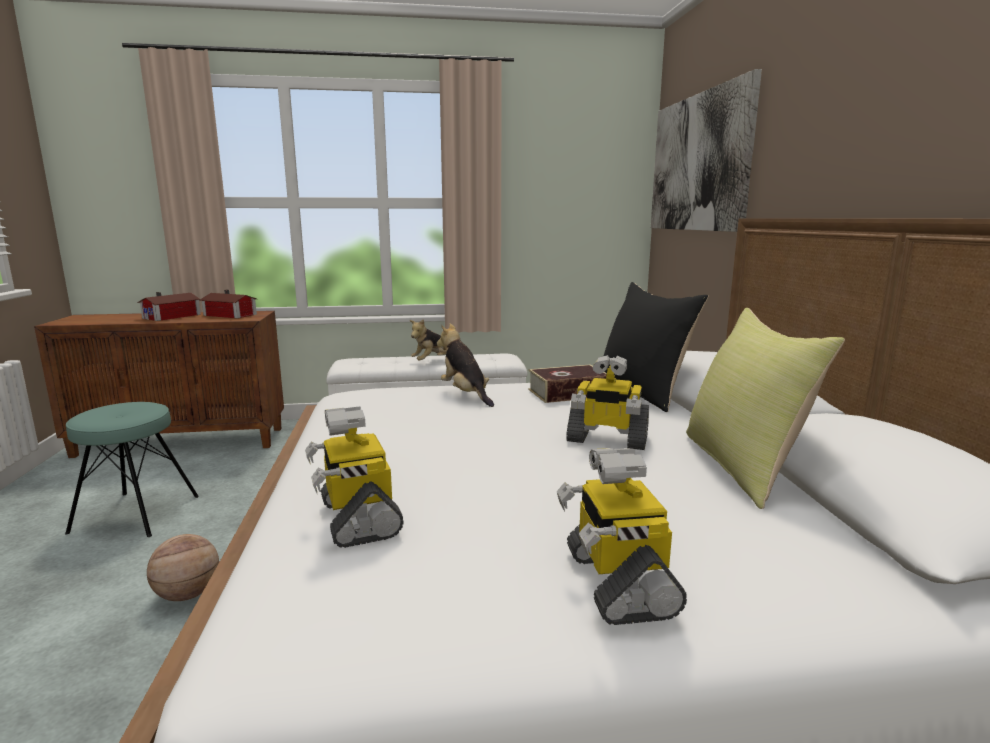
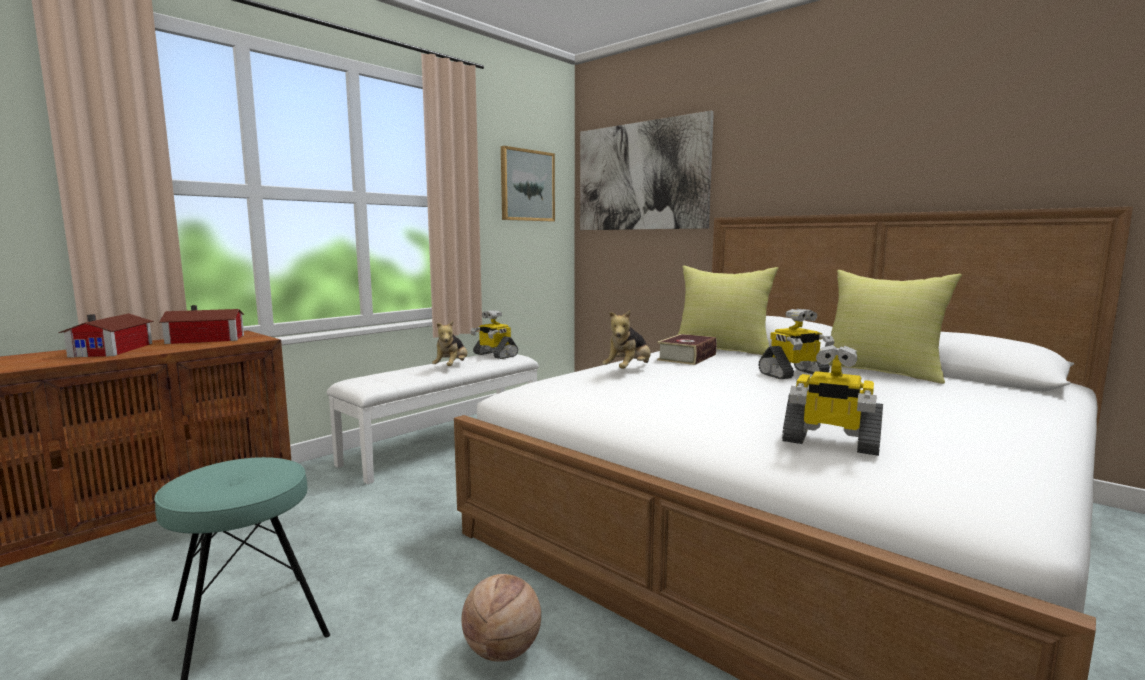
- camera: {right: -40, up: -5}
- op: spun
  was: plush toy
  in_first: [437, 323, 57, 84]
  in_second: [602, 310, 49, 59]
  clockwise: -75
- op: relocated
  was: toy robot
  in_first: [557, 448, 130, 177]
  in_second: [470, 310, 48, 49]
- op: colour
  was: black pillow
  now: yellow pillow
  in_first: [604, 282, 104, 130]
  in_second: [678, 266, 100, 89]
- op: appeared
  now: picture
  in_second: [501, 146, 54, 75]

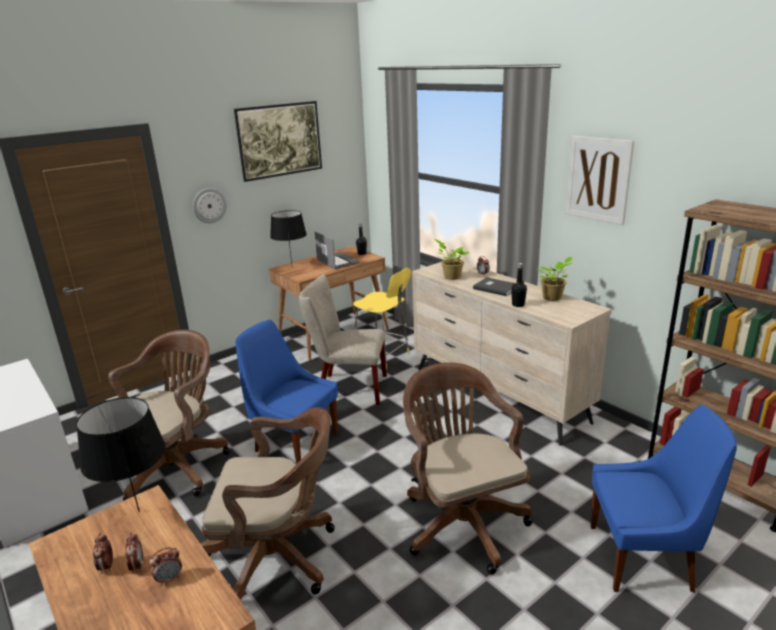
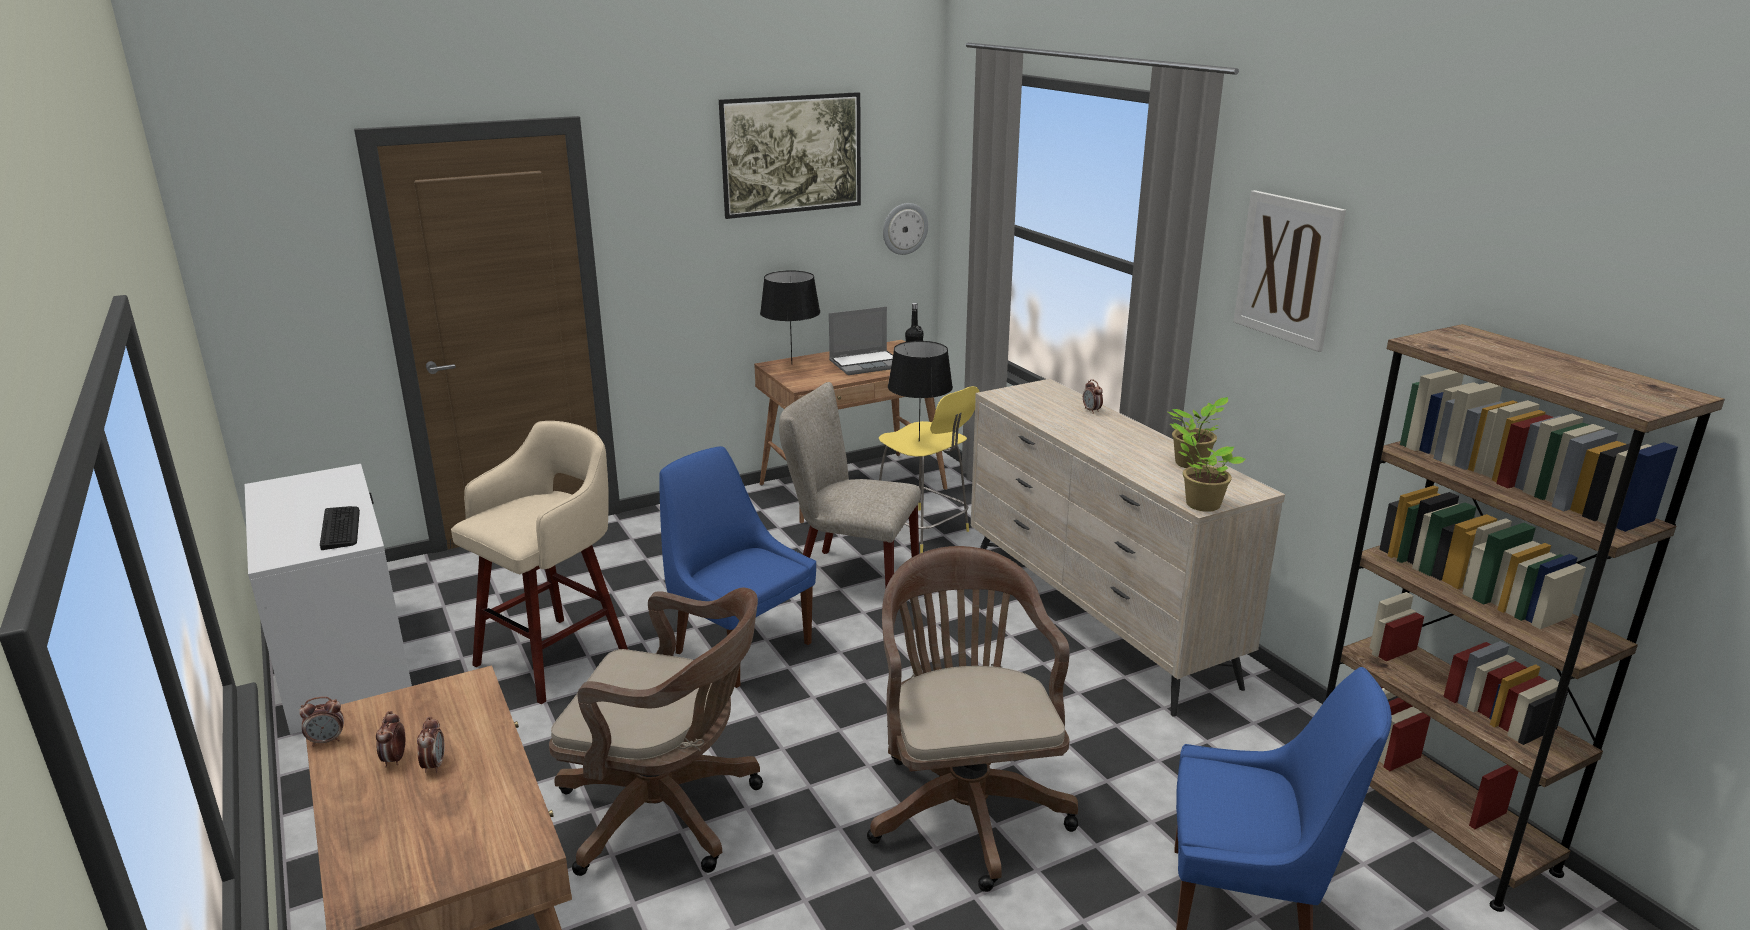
- camera: {right: 10, up: 0}
- op: relocated
  was: black table lamp
  in_first: [76, 397, 90, 115]
  in_second: [888, 341, 65, 101]
- op: exchanged
  was: brown office chair
  now: beige stool
  in_first: [108, 330, 122, 171]
  in_second: [451, 421, 177, 283]
- op: relocated
  was: alarm clock
  in_first: [150, 547, 32, 39]
  in_second: [299, 697, 45, 50]
- op: relocated
  was: wall clock
  in_first: [193, 188, 34, 35]
  in_second: [883, 203, 45, 52]
- op: spun
  was: laptop
  in_first: [315, 232, 44, 37]
  in_second: [829, 306, 64, 69]
  clockwise: 90
- op: relocated
  was: potted plant
  in_first: [434, 239, 35, 41]
  in_second: [1174, 423, 71, 89]
- op: missing
  was: grey book
  in_first: [473, 277, 42, 19]
- op: missing
  was: black bottle
  in_first: [511, 263, 16, 44]
- op: appeared
  now: keyboard
  in_second: [320, 506, 40, 44]

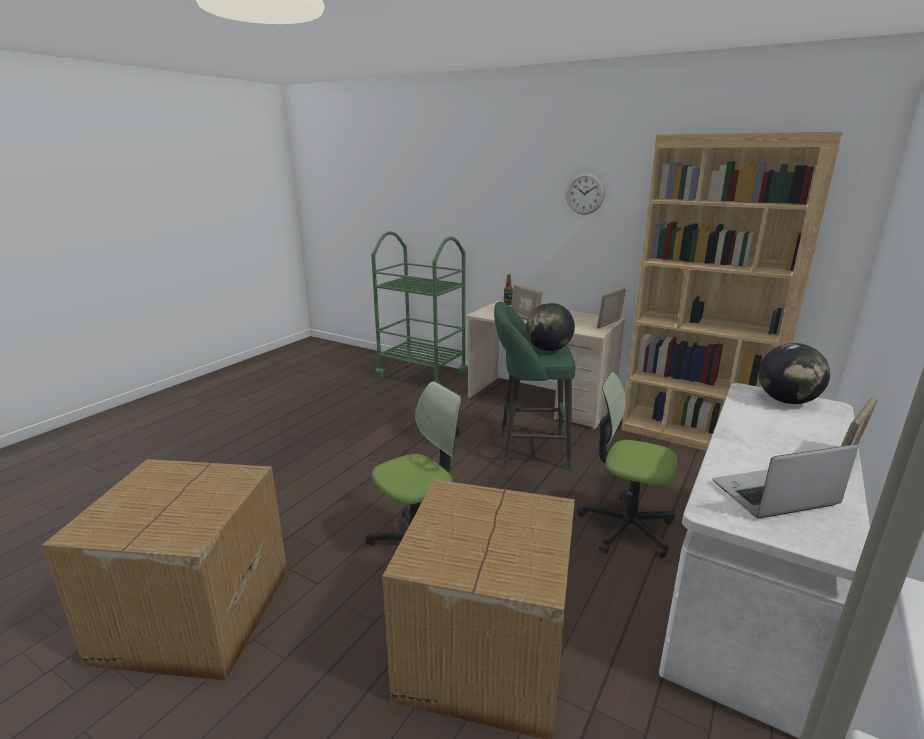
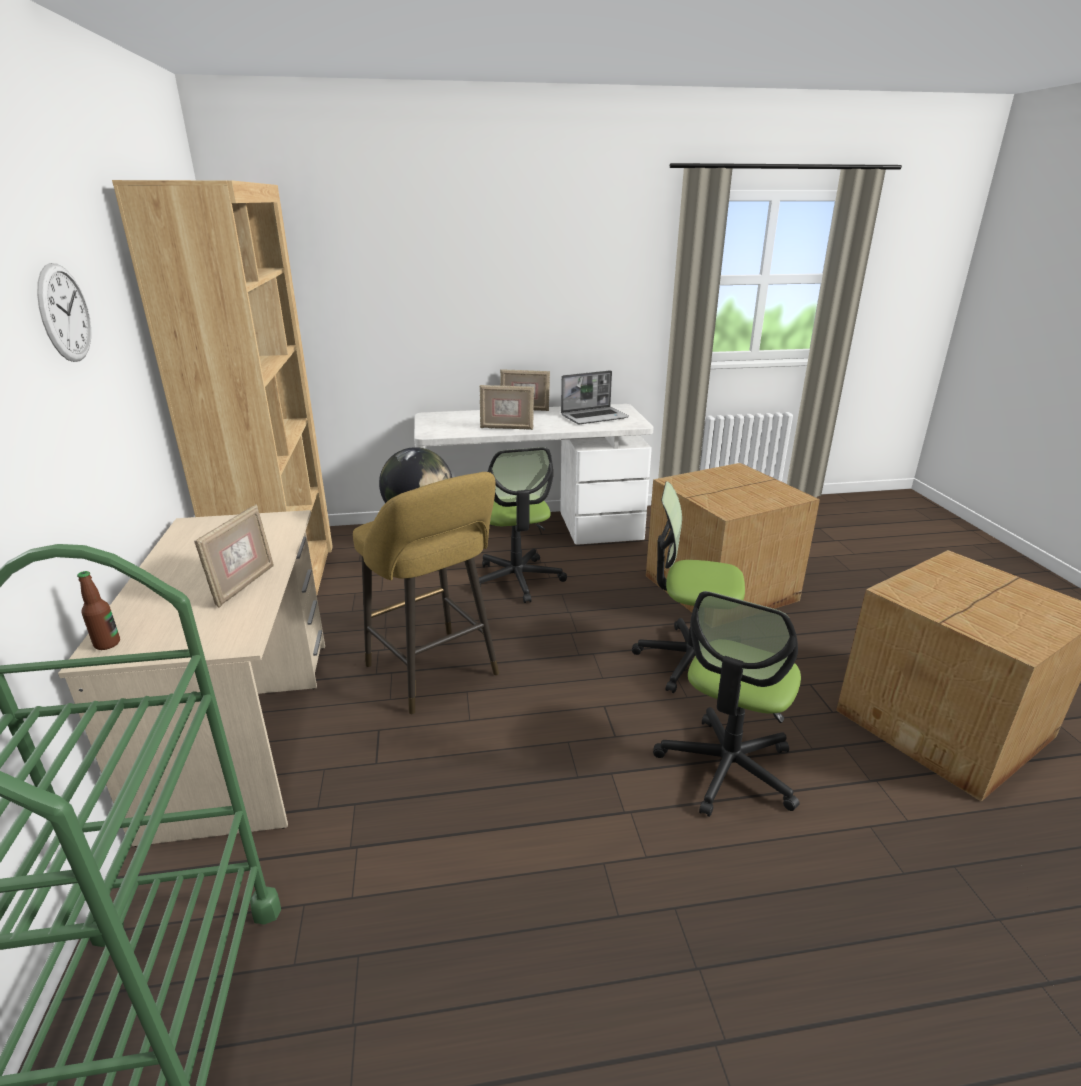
- camera: {right: -130, up: 5}
- op: colour
  was: green stool
  now: yellow stool
  in_first: [494, 301, 81, 168]
  in_second: [353, 472, 146, 242]
- op: relocated
  was: picture frame
  in_first: [597, 288, 29, 40]
  in_second: [480, 385, 54, 45]
- op: spun
  was: laptop
  in_first: [712, 444, 146, 74]
  in_second: [561, 370, 68, 54]
  clockwise: -60
- op: missing
  was: globe
  in_first: [759, 343, 71, 61]
- op: appeared
  now: office chair
  in_second: [653, 591, 148, 226]

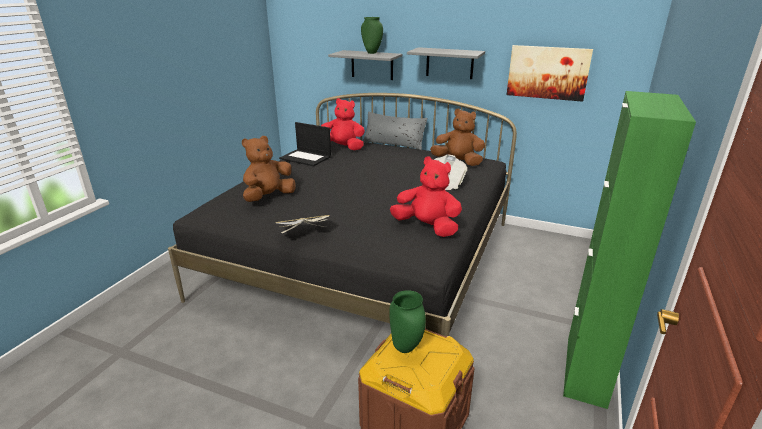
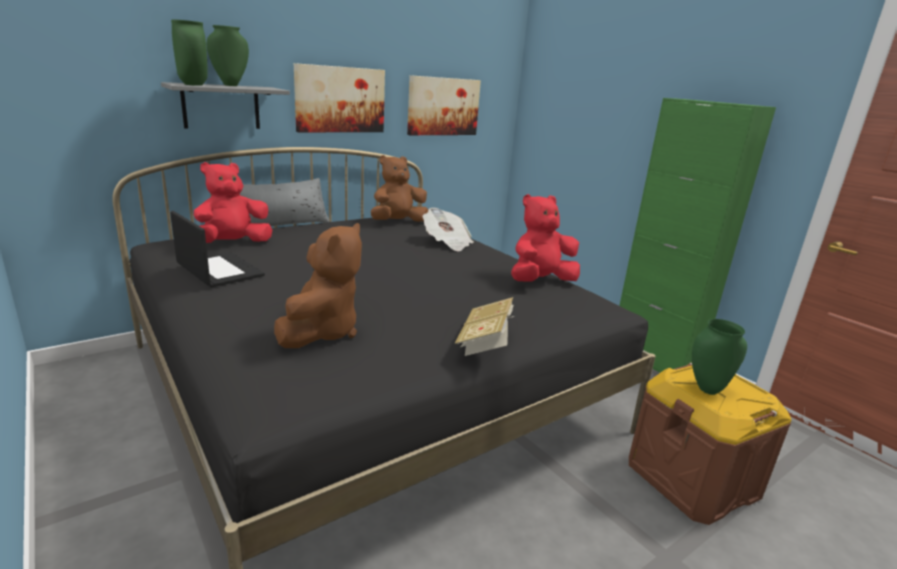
- camera: {right: -60, up: -5}
- op: spun
  was: brown plush toy
  in_first: [242, 136, 54, 66]
  in_second: [274, 223, 88, 125]
  clockwise: -150
- op: spun
  was: laptop
  in_first: [279, 122, 52, 44]
  in_second: [170, 211, 95, 77]
  clockwise: -105
- op: exchanged
  was: grey shelf
  now: picture
  in_first: [407, 47, 78, 32]
  in_second: [294, 63, 91, 69]
- op: appeared
  now: green vase
  in_second: [171, 19, 37, 67]

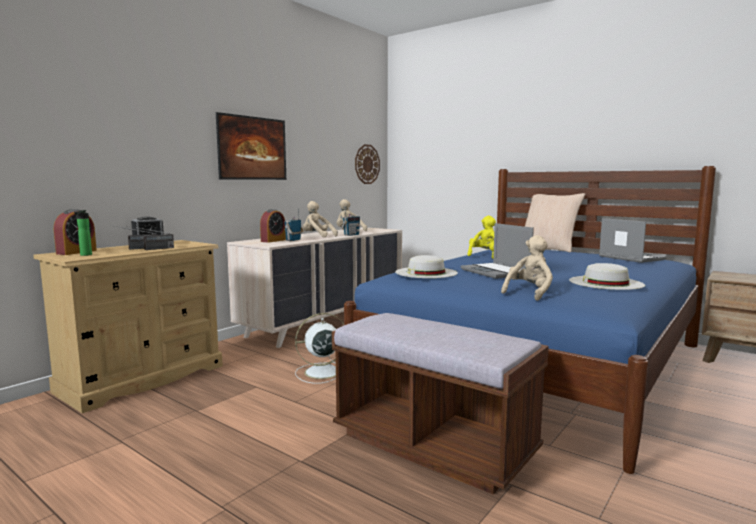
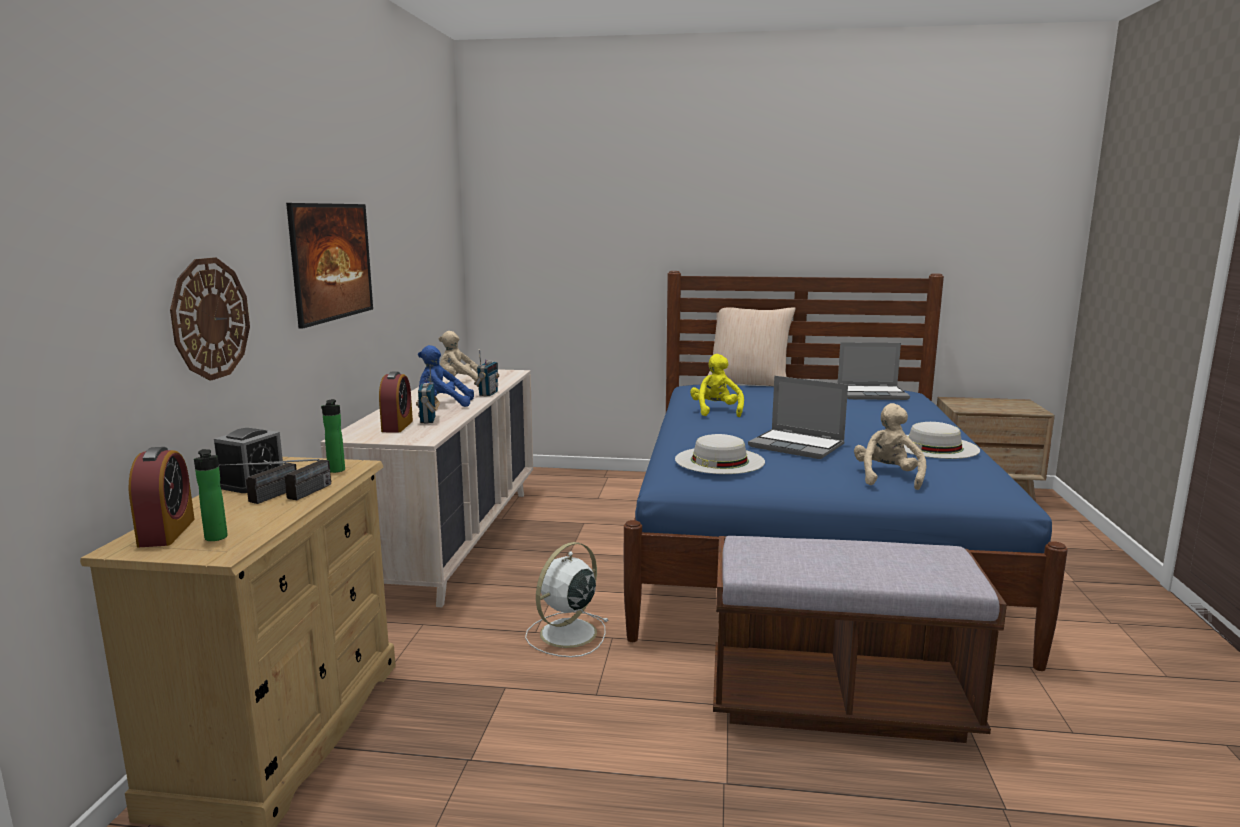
- camera: {right: -30, up: 5}
- op: colour
  was: beige plush toy
  now: blue plush toy
  in_first: [303, 201, 35, 36]
  in_second: [418, 345, 56, 62]
- op: relocated
  was: wall clock
  in_first: [355, 144, 25, 40]
  in_second: [170, 257, 80, 124]
- op: spun
  was: laptop
  in_first: [599, 218, 67, 45]
  in_second: [838, 342, 72, 58]
  clockwise: 150
- op: appeared
  now: bottle
  in_second: [321, 399, 24, 74]

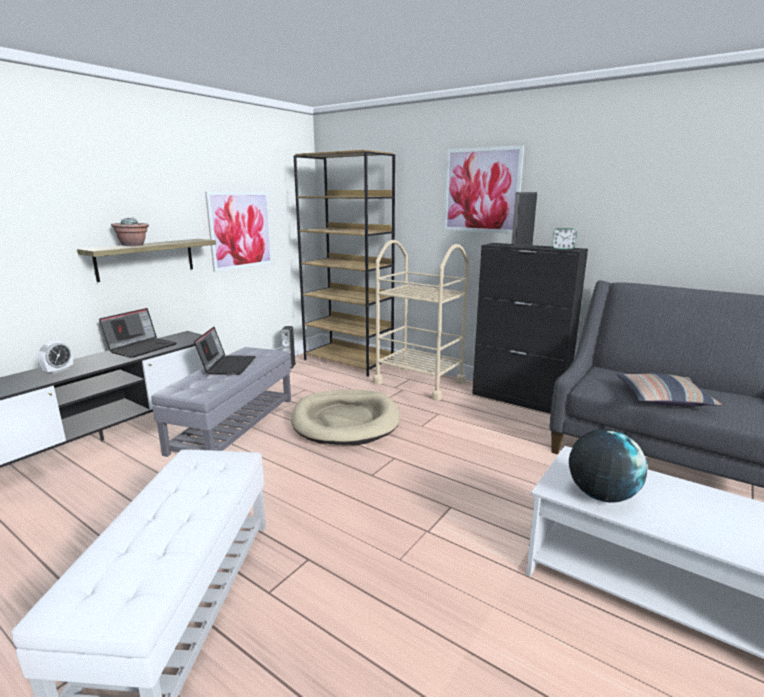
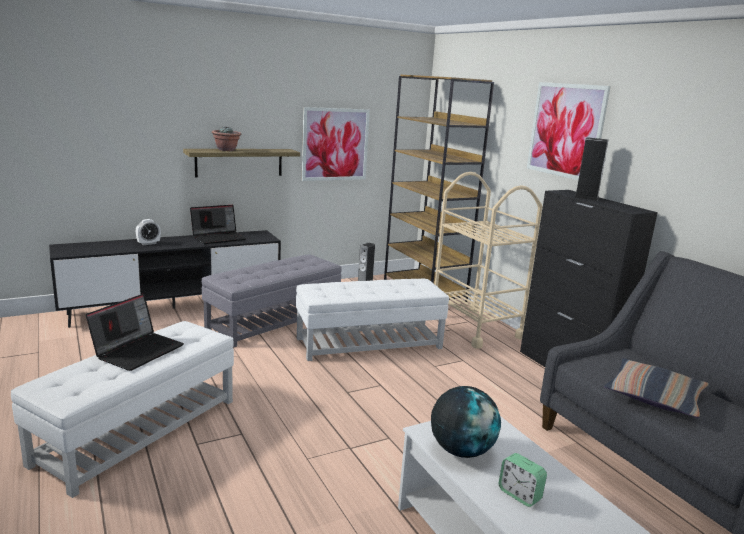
- camera: {right: 25, up: 0}
- op: relocated
  was: laptop
  in_first: [194, 327, 62, 48]
  in_second: [85, 294, 99, 77]
- op: exchanged
  was: beige dog bed
  now: white ottoman
  in_first: [291, 389, 109, 56]
  in_second: [296, 279, 153, 82]
- op: relocated
  was: alarm clock
  in_first: [553, 228, 24, 21]
  in_second: [498, 453, 49, 54]

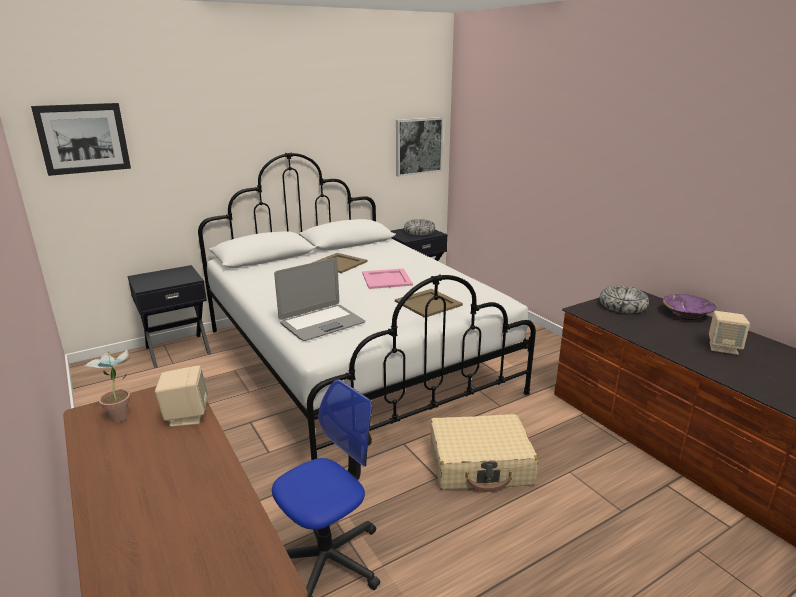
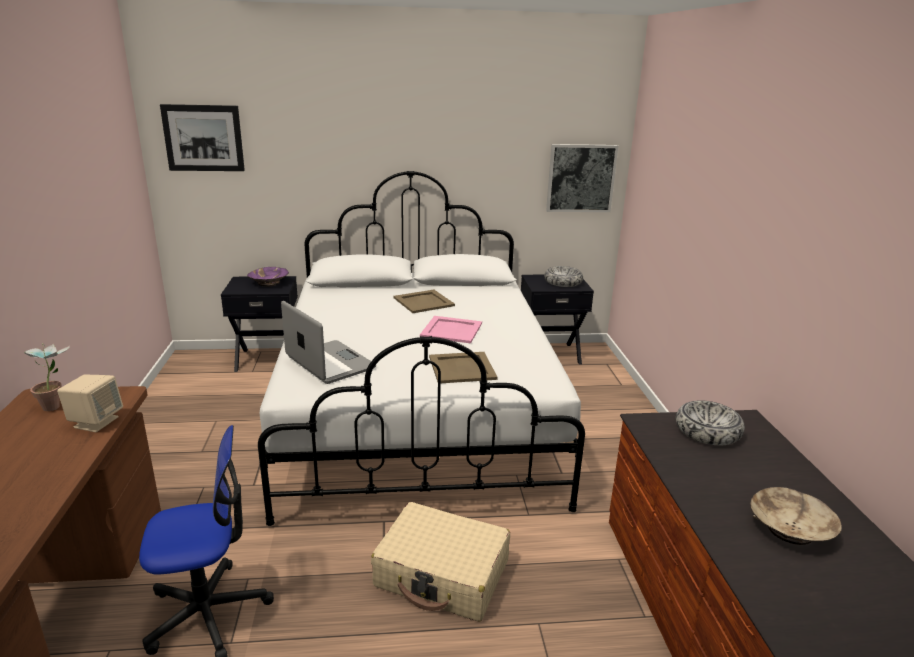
- camera: {right: 25, up: 0}
- op: spun
  was: laptop
  in_first: [274, 258, 91, 83]
  in_second: [281, 301, 95, 83]
  clockwise: -120
- op: relocated
  was: purple bowl
  in_first: [663, 294, 53, 26]
  in_second: [247, 267, 42, 20]
- op: exchanged
  was: beige speaker
  now: beige bowl
  in_first: [709, 311, 41, 44]
  in_second: [750, 487, 92, 58]

